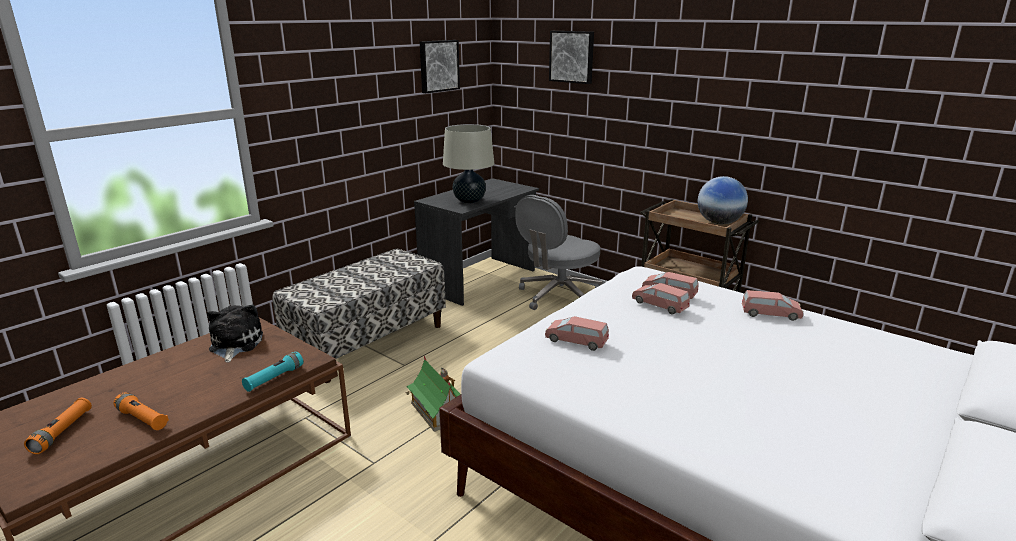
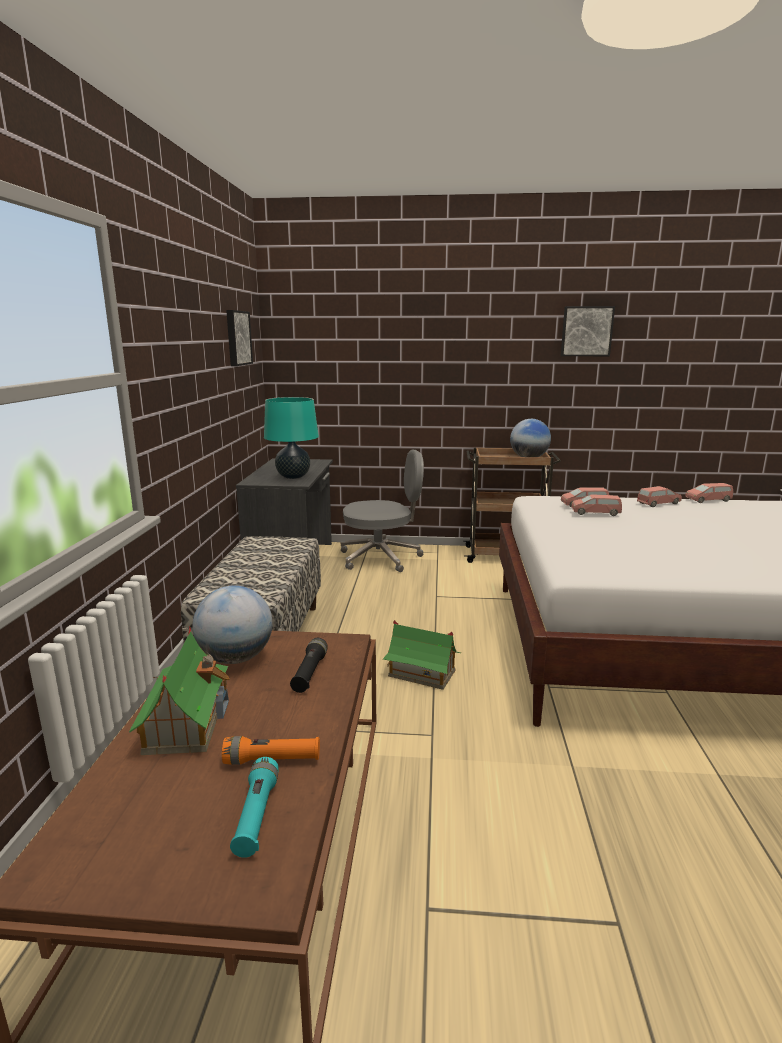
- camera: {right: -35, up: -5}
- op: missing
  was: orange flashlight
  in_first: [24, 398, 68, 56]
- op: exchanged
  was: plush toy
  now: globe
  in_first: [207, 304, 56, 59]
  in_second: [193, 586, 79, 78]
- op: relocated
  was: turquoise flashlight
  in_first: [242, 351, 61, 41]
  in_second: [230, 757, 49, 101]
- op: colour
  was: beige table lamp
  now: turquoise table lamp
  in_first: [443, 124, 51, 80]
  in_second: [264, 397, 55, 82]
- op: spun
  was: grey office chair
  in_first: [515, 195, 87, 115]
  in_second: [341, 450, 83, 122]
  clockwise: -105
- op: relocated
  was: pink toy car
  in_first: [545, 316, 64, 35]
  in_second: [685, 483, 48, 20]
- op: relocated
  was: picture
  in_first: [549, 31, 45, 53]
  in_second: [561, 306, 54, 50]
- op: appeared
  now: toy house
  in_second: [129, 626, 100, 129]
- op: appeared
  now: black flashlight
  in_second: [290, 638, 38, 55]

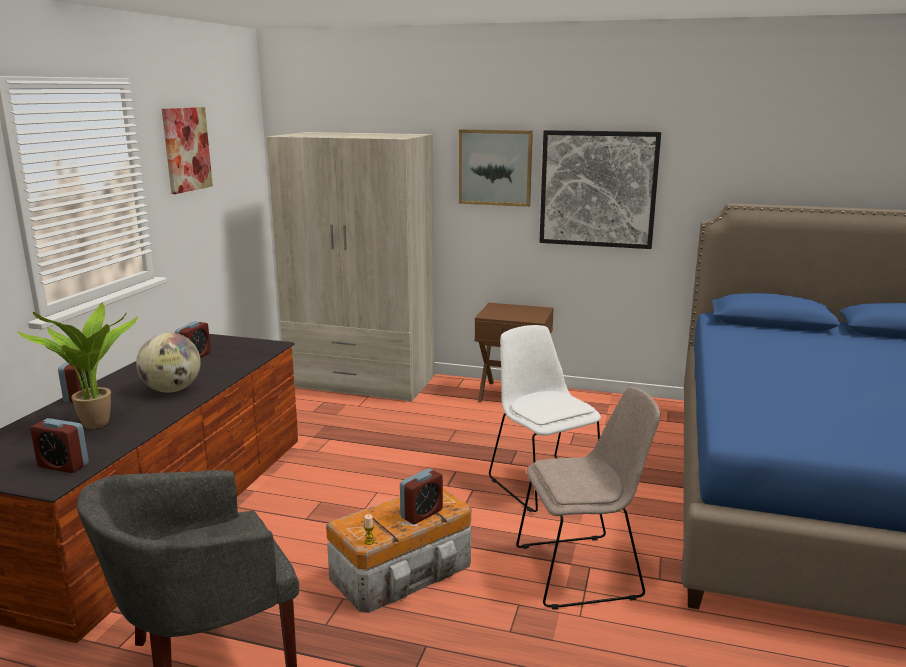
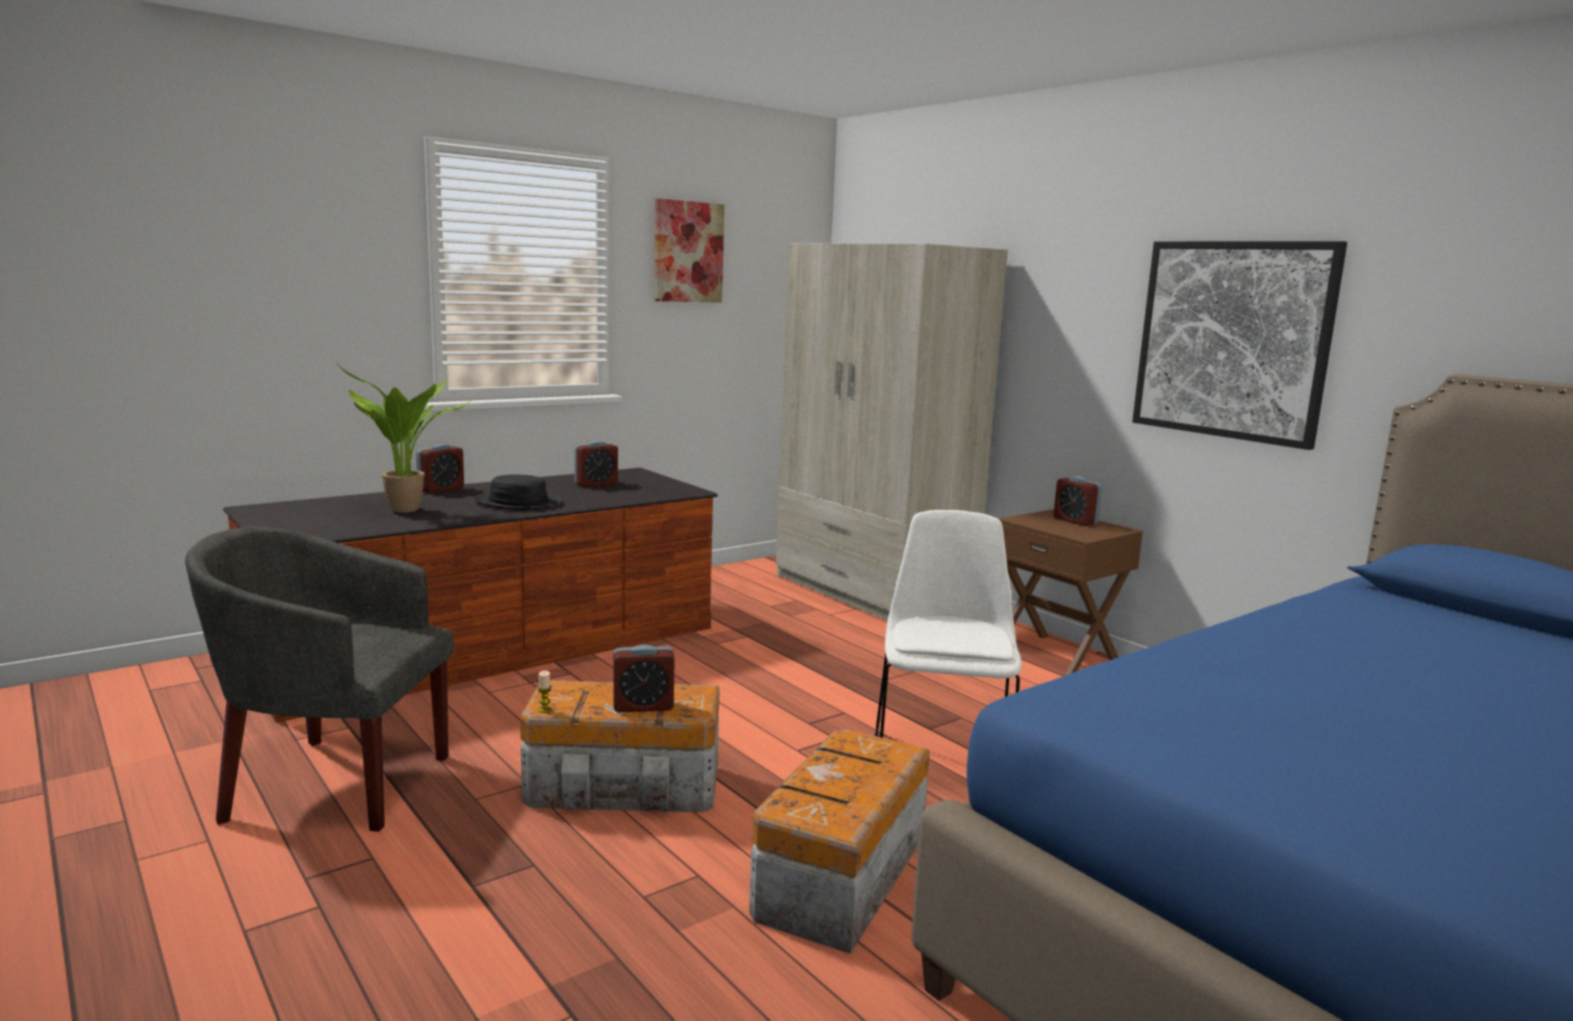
- camera: {right: 35, up: -5}
- op: relocated
  was: alarm clock
  in_first: [30, 418, 59, 55]
  in_second: [1054, 476, 48, 50]
- op: exchanged
  was: globe
  now: black hat
  in_first: [136, 332, 65, 61]
  in_second: [474, 474, 89, 36]
- op: missing
  was: picture
  in_first: [459, 129, 74, 78]
- op: exchanged
  was: beige chair
  now: storage box
  in_first: [516, 387, 145, 222]
  in_second: [749, 729, 181, 225]

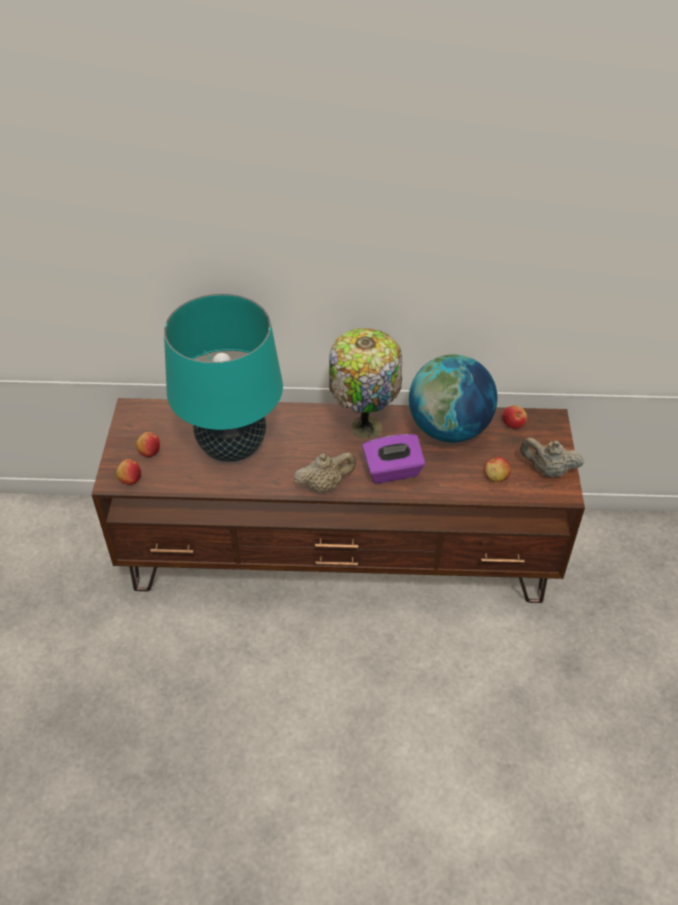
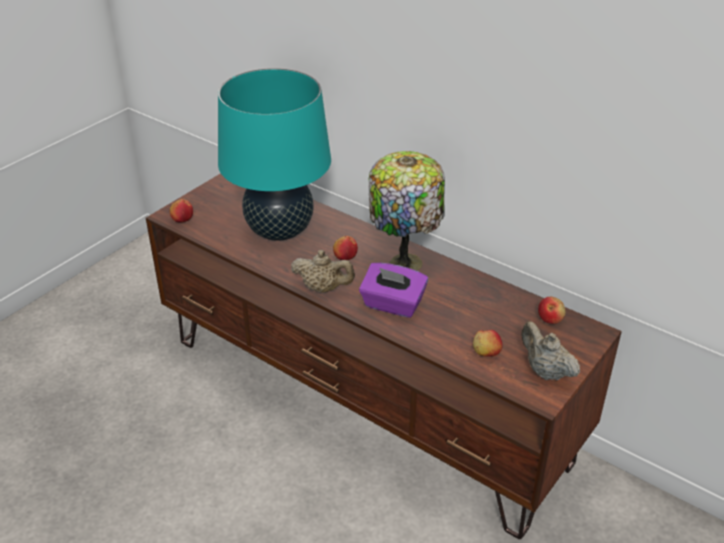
- camera: {right: 35, up: -10}
- op: relocated
  was: apple
  in_first: [136, 432, 24, 25]
  in_second: [333, 236, 25, 24]
- op: missing
  was: globe
  in_first: [409, 354, 89, 89]

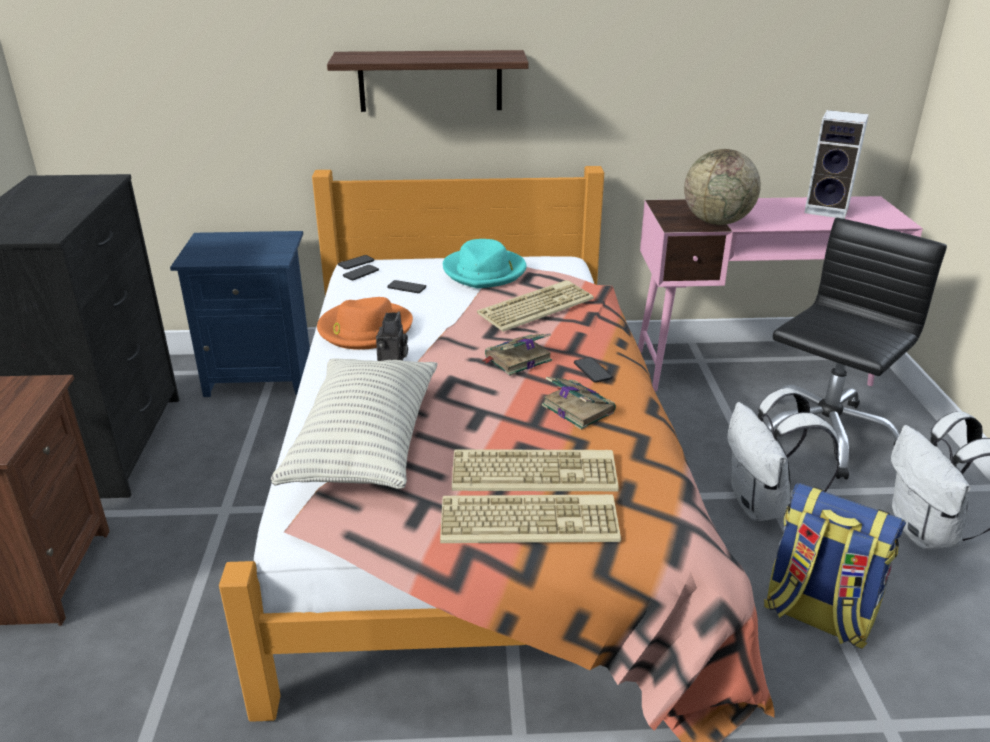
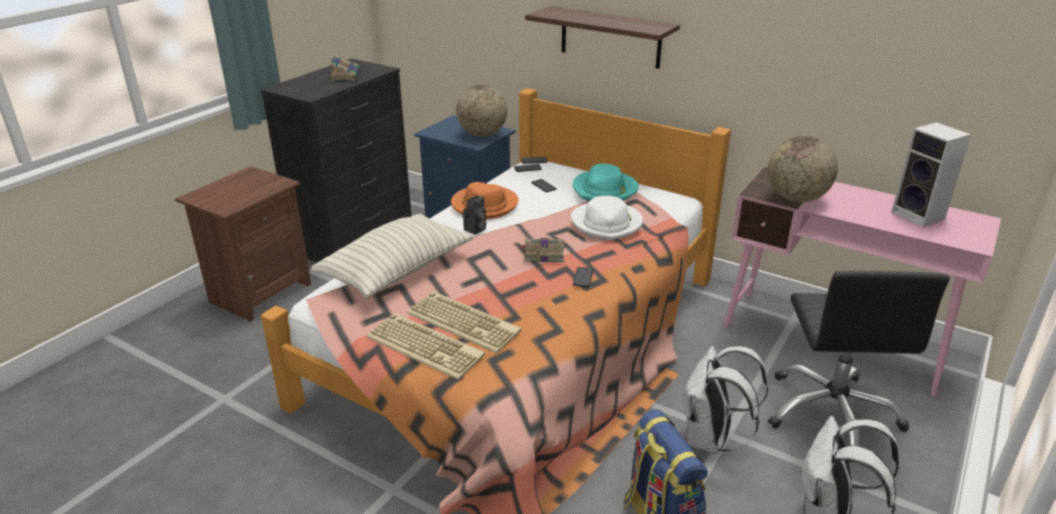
- camera: {right: 35, up: 0}
- op: exchanged
  was: keyboard
  now: white hat
  in_first: [477, 280, 117, 52]
  in_second: [571, 196, 72, 44]
- op: relocated
  was: book
  in_first: [542, 377, 74, 53]
  in_second: [329, 55, 31, 26]
- op: spun
  was: black office chair
  in_first: [766, 218, 181, 261]
  in_second: [768, 271, 182, 192]
  clockwise: 105
- op: appeared
  now: globe
  in_second: [456, 85, 51, 52]

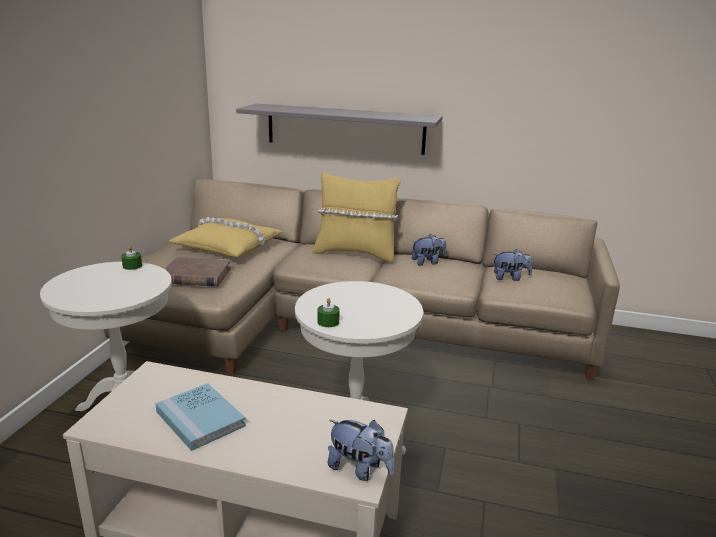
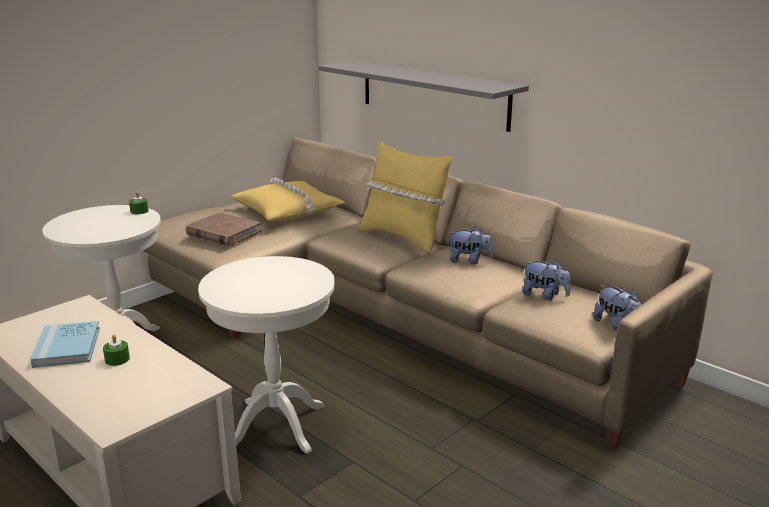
- camera: {right: 30, up: 0}
- op: relocated
  was: green candle
  in_first: [317, 298, 23, 29]
  in_second: [103, 335, 27, 31]
- op: relocated
  was: plush toy
  in_first: [327, 420, 67, 61]
  in_second: [593, 285, 48, 46]

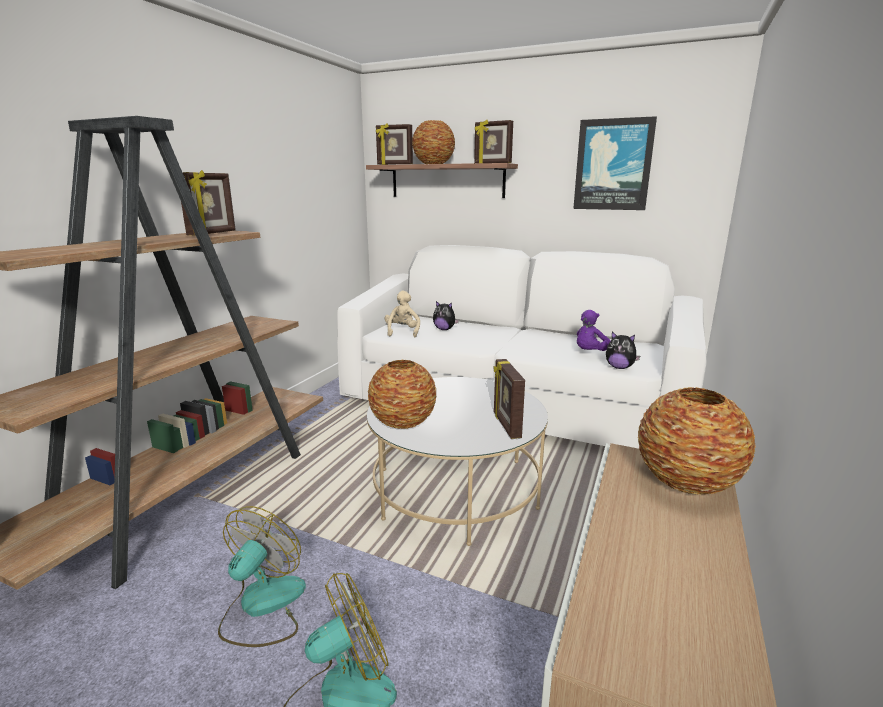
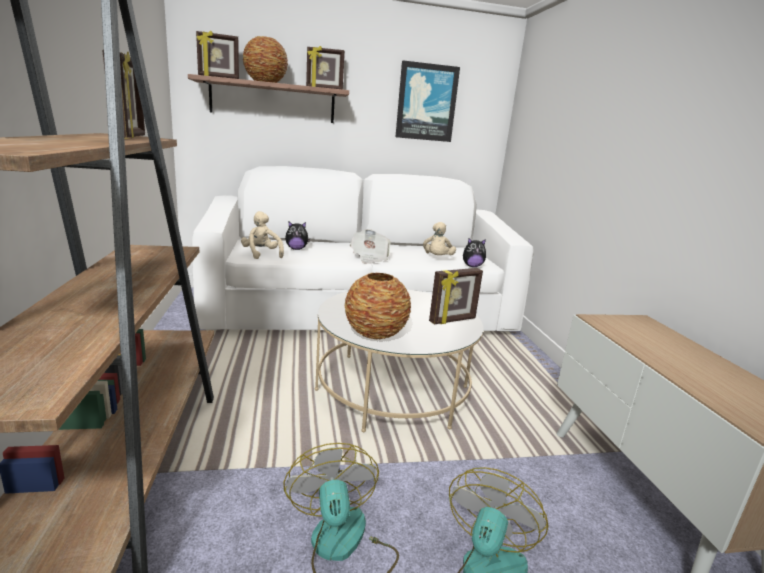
- camera: {right: -35, up: 0}
- op: spun
  was: picture frame
  in_first: [494, 359, 31, 80]
  in_second: [429, 268, 54, 56]
  clockwise: -75
- op: colour
  was: purple plush toy
  now: beige plush toy
  in_first: [577, 310, 34, 41]
  in_second: [423, 222, 33, 33]
- op: missing
  was: vase
  in_first: [638, 387, 118, 108]
- op: appeared
  now: newspaper
  in_second: [350, 229, 41, 35]

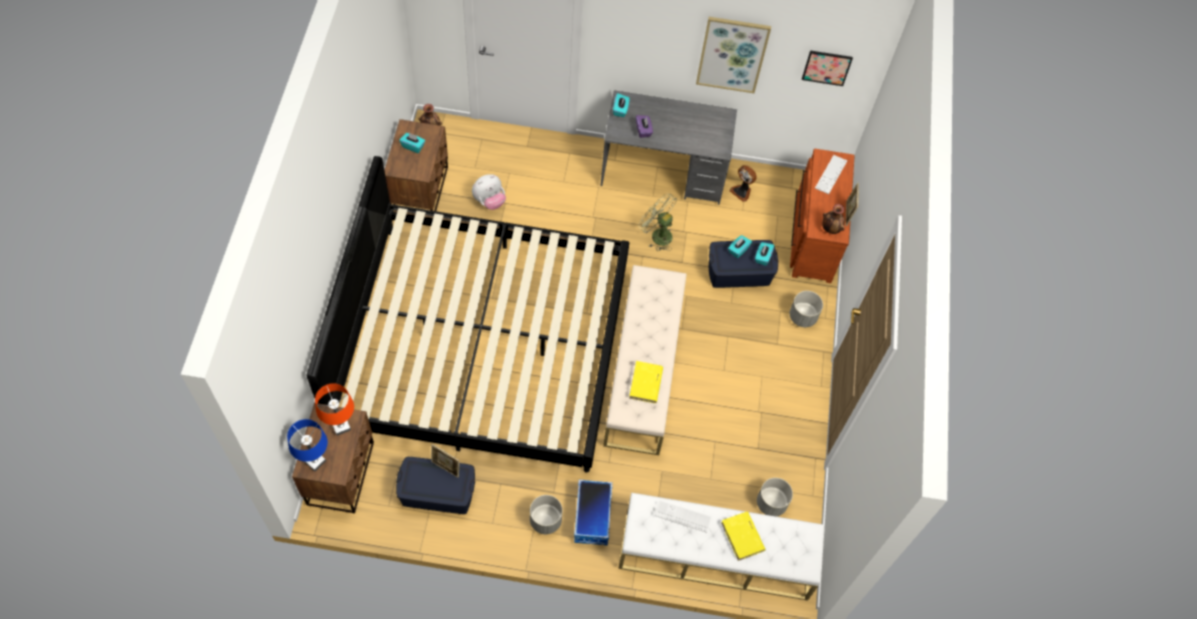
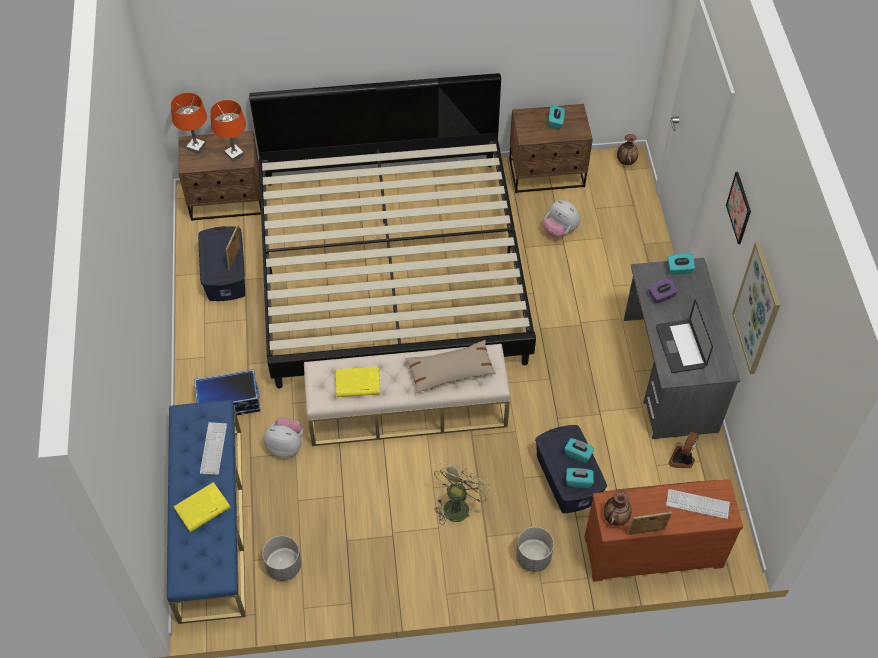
- camera: {right: 80, up: -5}
- op: colour
  was: blue table lamp
  now: orange table lamp
  in_first: [287, 419, 41, 52]
  in_second: [171, 93, 36, 61]
- op: missing
  was: grey planter
  in_first: [530, 495, 33, 39]
- op: colour
  was: white bench
  now: blue bench
  in_first: [619, 493, 205, 107]
  in_second: [167, 400, 79, 224]
- op: relocated
  was: green fan
  in_first: [638, 194, 39, 57]
  in_second: [434, 462, 56, 63]
- op: relocated
  was: picture
  in_first: [802, 50, 51, 36]
  in_second: [726, 172, 25, 72]
- op: appeared
  now: plush toy
  in_second: [264, 417, 39, 41]
- op: appeared
  now: beige pillow
  in_second: [405, 340, 91, 53]
- op: appeared
  now: laptop
  in_second: [656, 300, 57, 73]

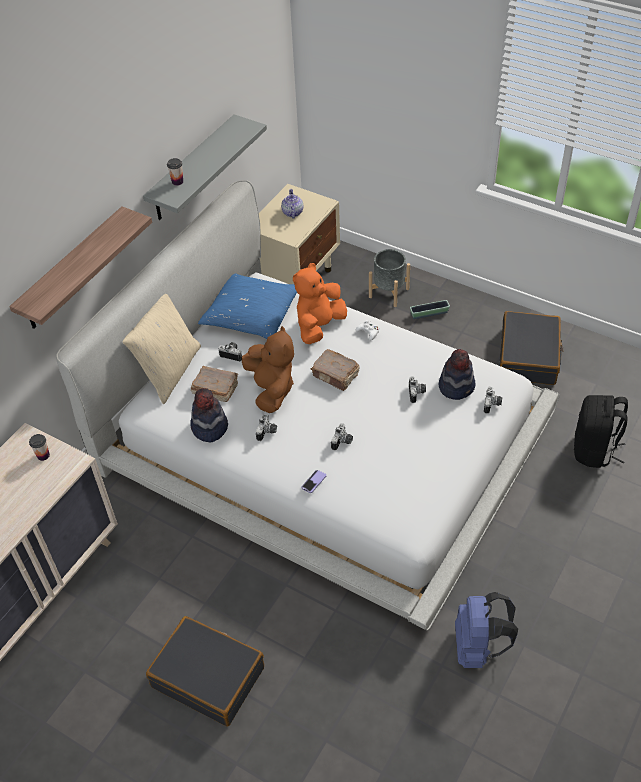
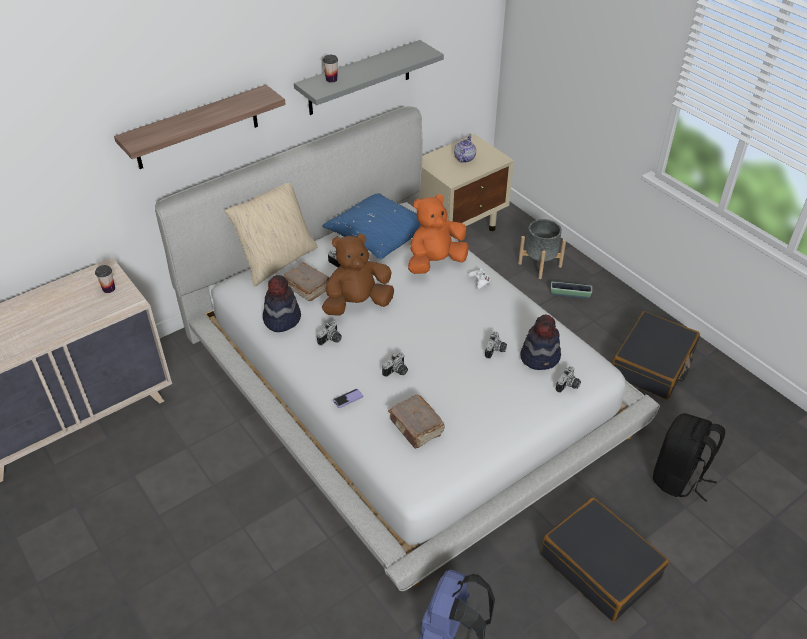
- camera: {right: 20, up: -5}
- op: relocated
  was: black suitcase
  in_first: [146, 616, 118, 110]
  in_second: [541, 498, 128, 124]
- op: spun
  was: brown plush toy
  in_first: [242, 326, 52, 87]
  in_second: [322, 233, 72, 83]
  clockwise: -120
- op: relocated
  was: brown book
  in_first: [311, 349, 49, 42]
  in_second: [388, 395, 57, 54]

